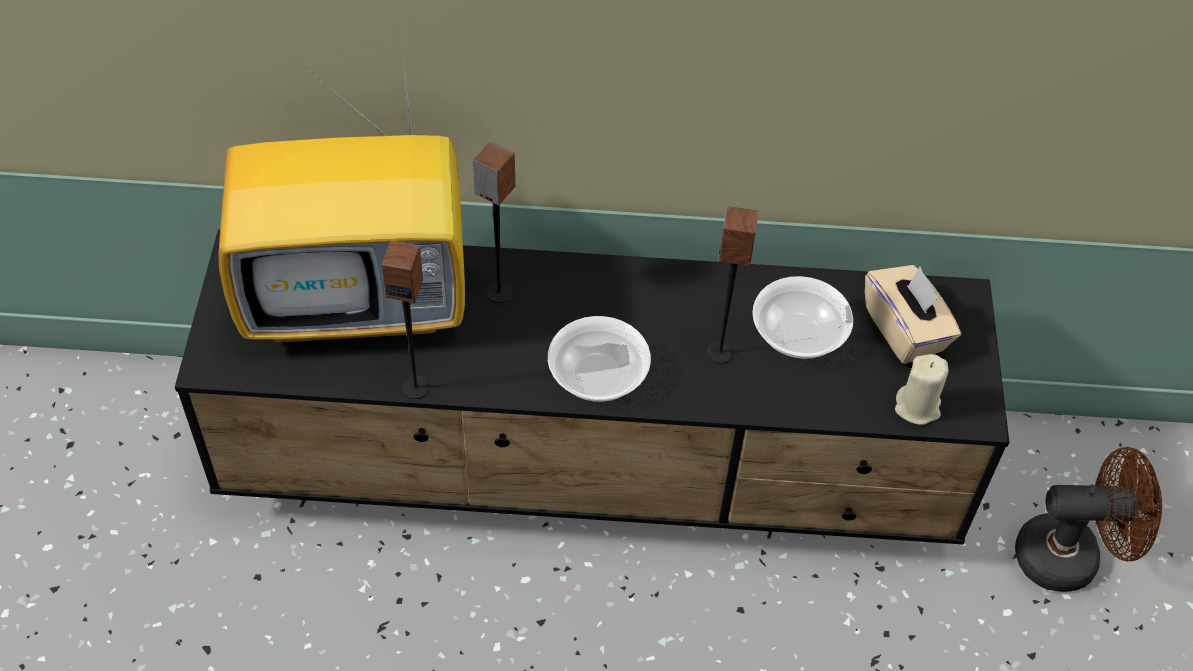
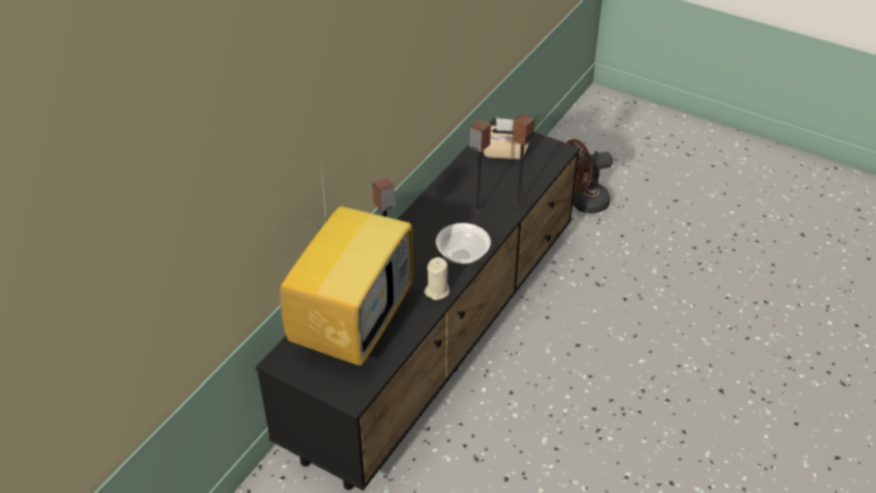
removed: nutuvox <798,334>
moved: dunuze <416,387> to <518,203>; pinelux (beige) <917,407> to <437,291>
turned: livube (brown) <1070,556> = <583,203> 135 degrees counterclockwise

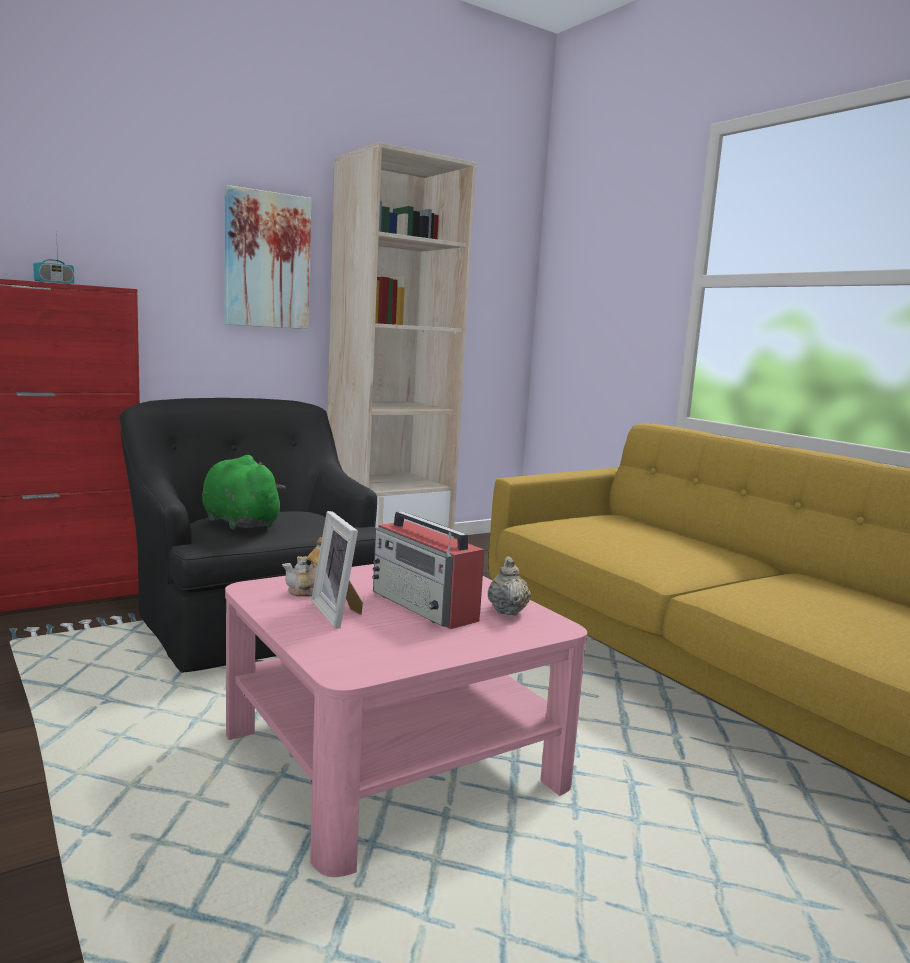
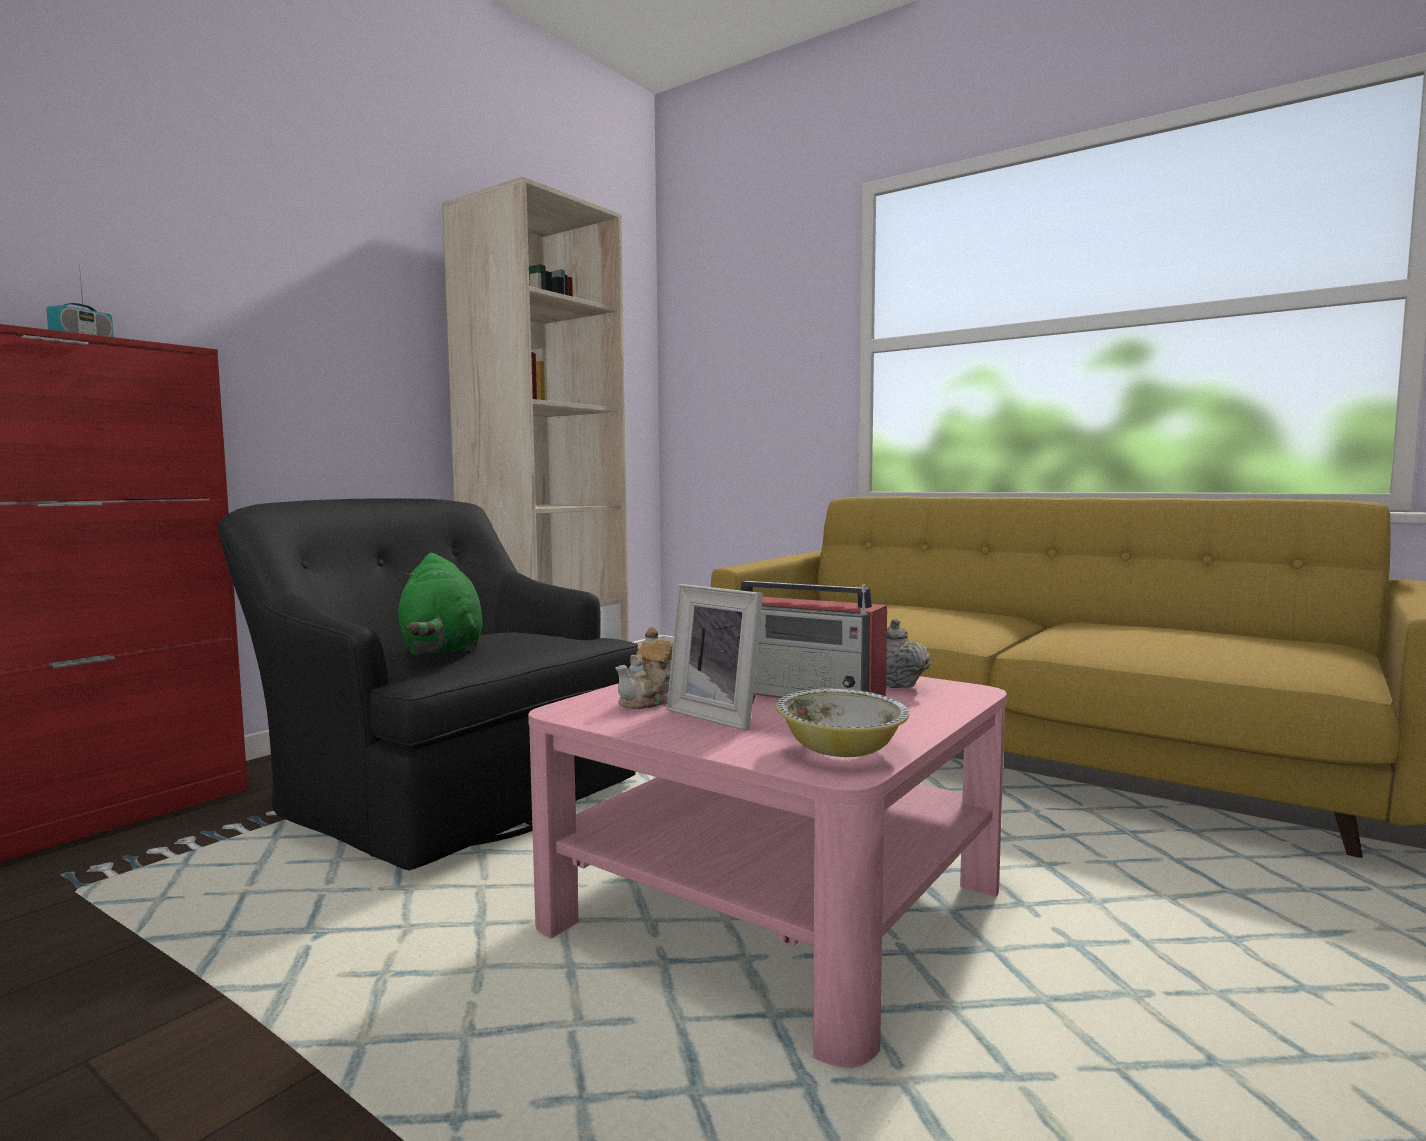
removed: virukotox <267,260>
added: nutuvox <841,750>
turned: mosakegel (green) <238,522> = <442,649> 135 degrees counterclockwise

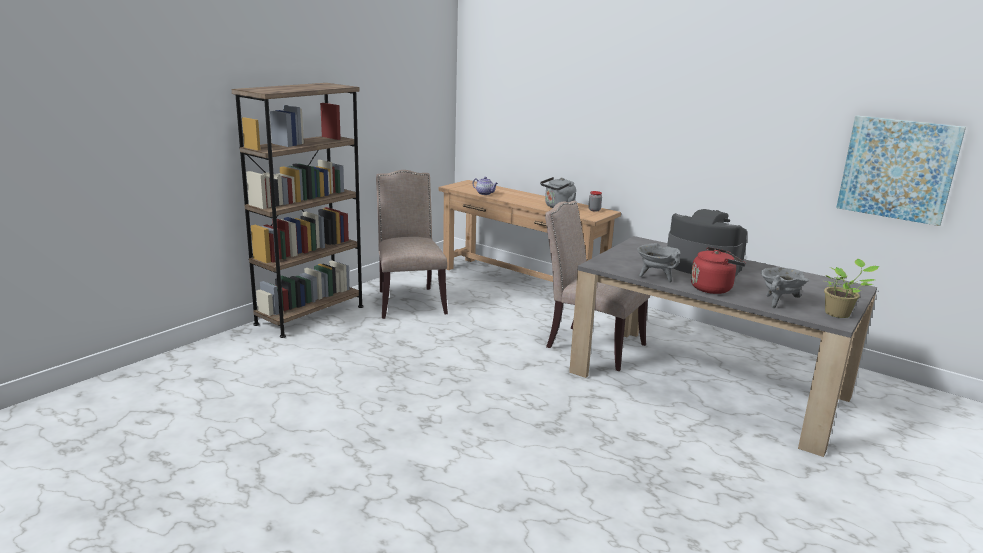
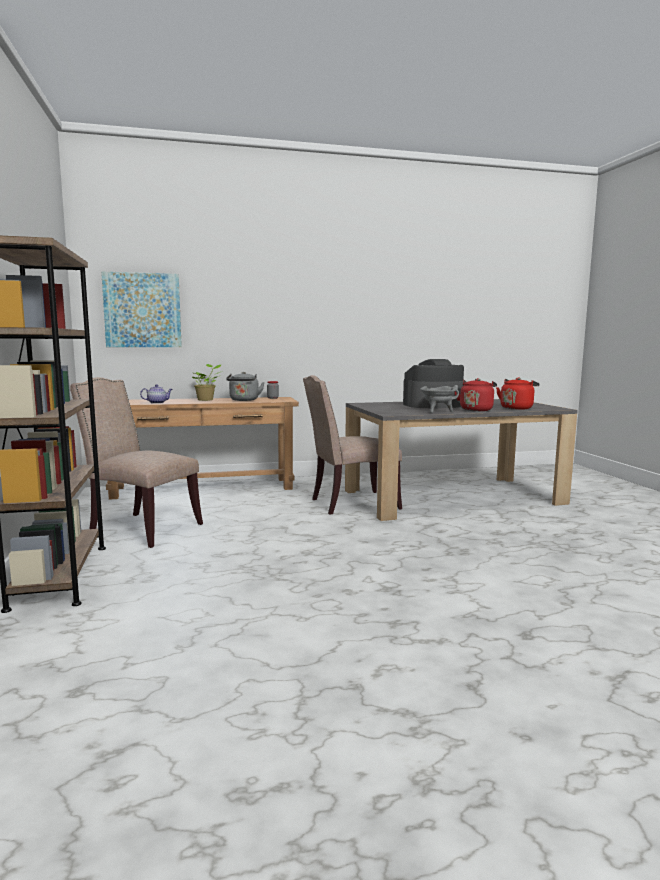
moved: virukotox <898,169> to <142,310>; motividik <839,314> to <206,399>
replaced: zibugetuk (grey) <778,302> to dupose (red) <517,408>

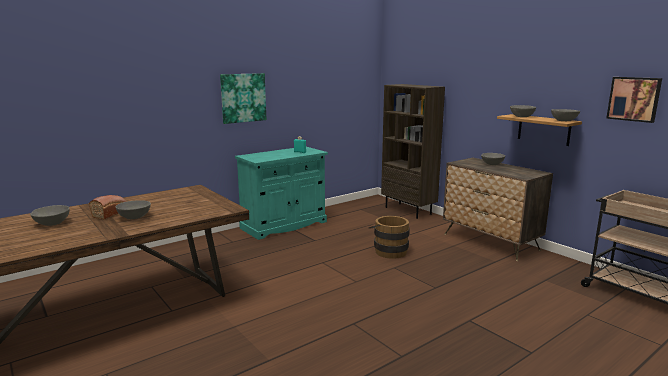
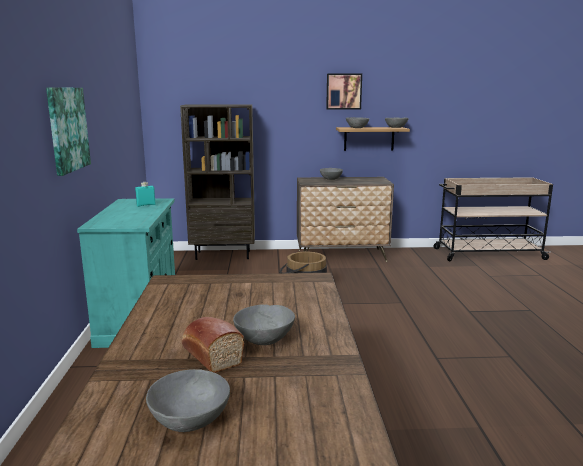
moved: virukotox <634,99> to <343,91>

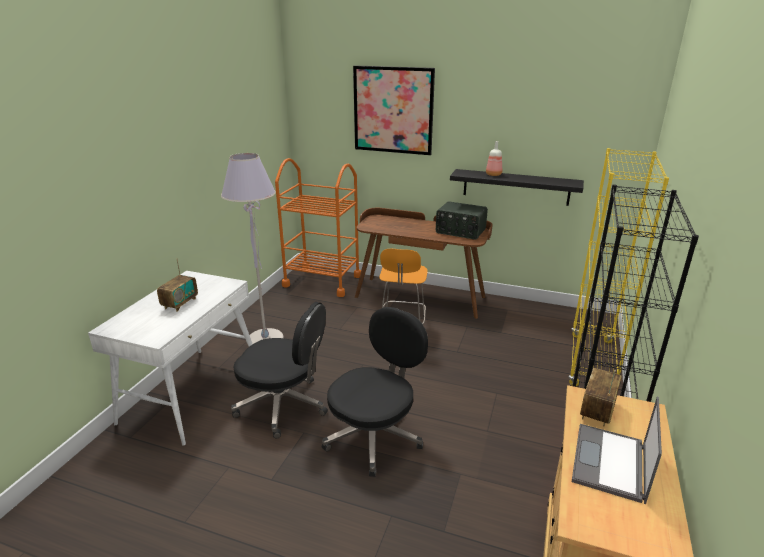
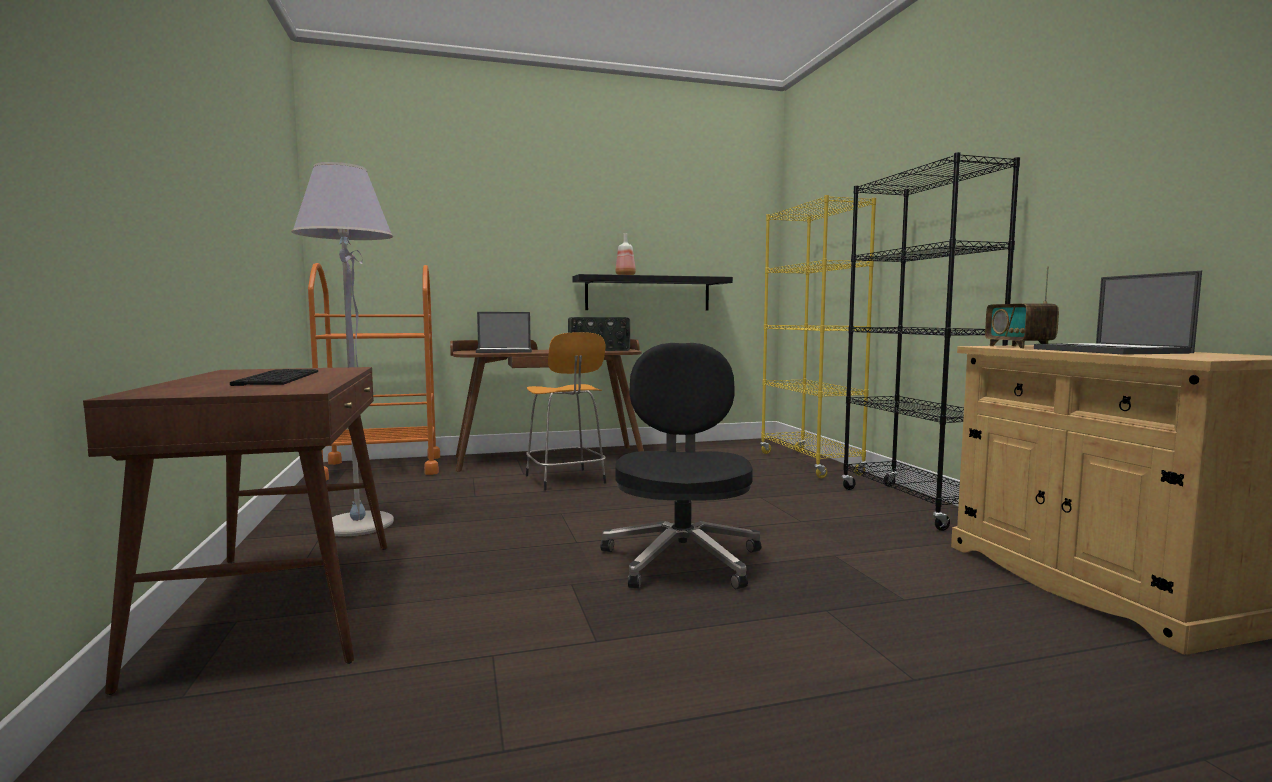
removed: virukotox <393,110>; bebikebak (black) <284,405>
added: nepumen <505,351>
replaced: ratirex <180,303> to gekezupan <276,378>
recoloured: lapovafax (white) <192,392> to lapovafax (brown) <279,604>

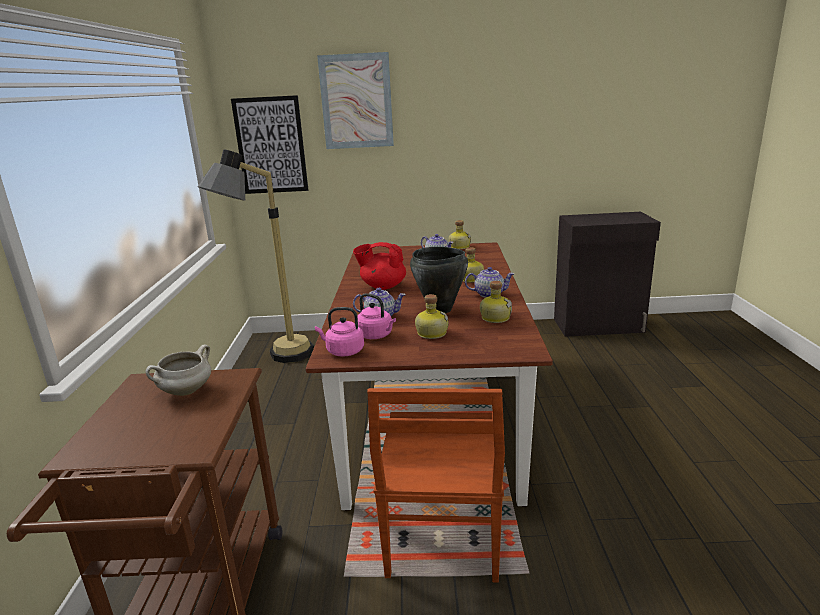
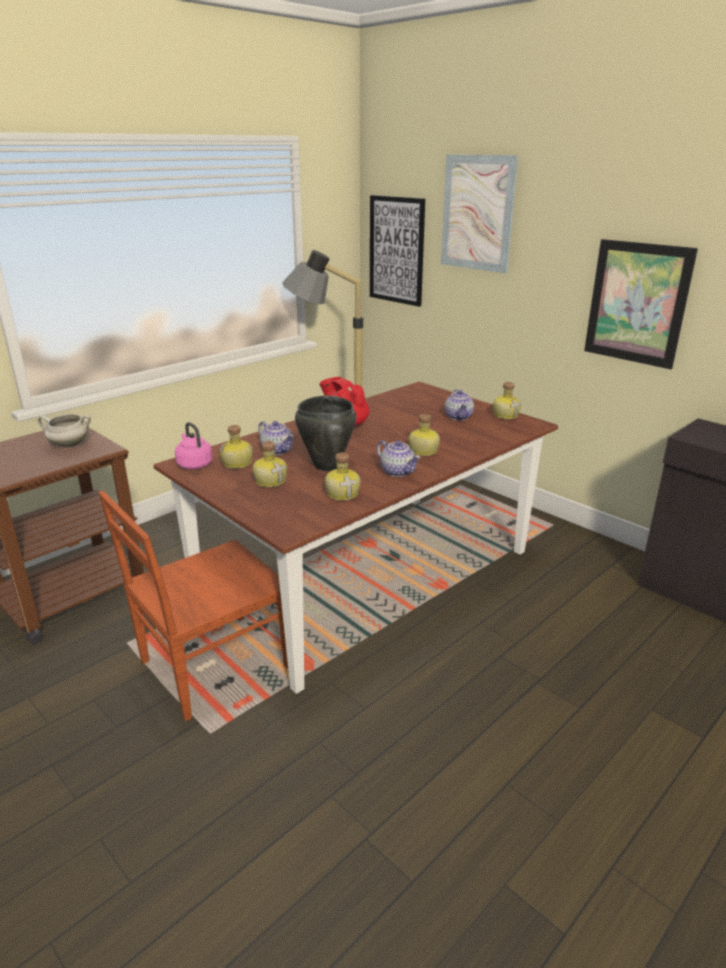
added: virukotox <637,303>
replaced: dupose (pink) <376,335> to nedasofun <238,463>

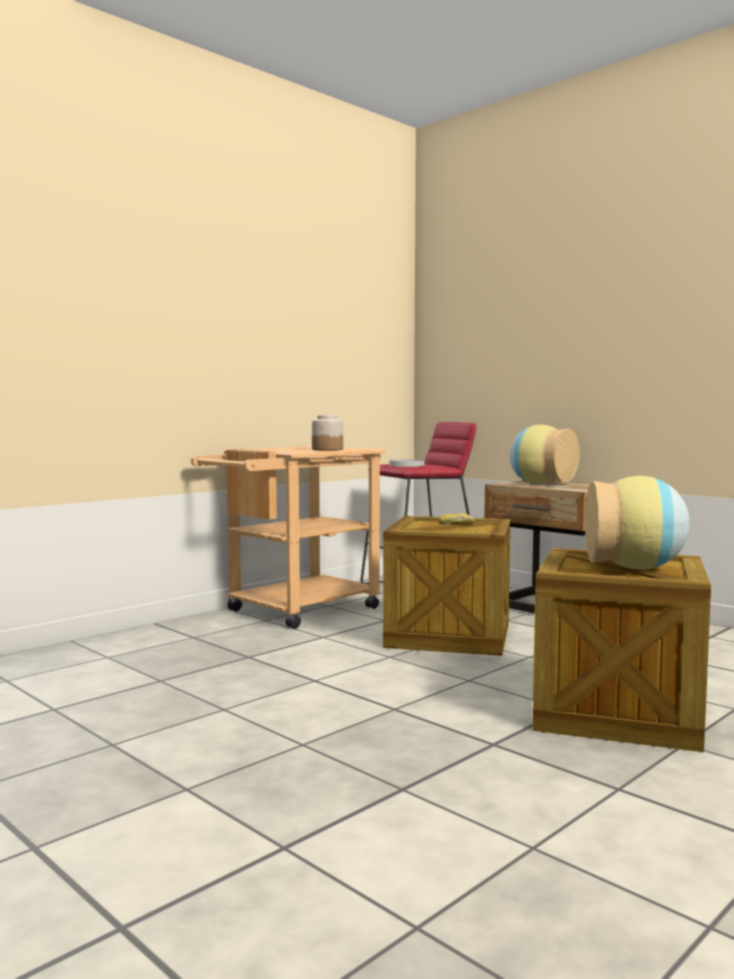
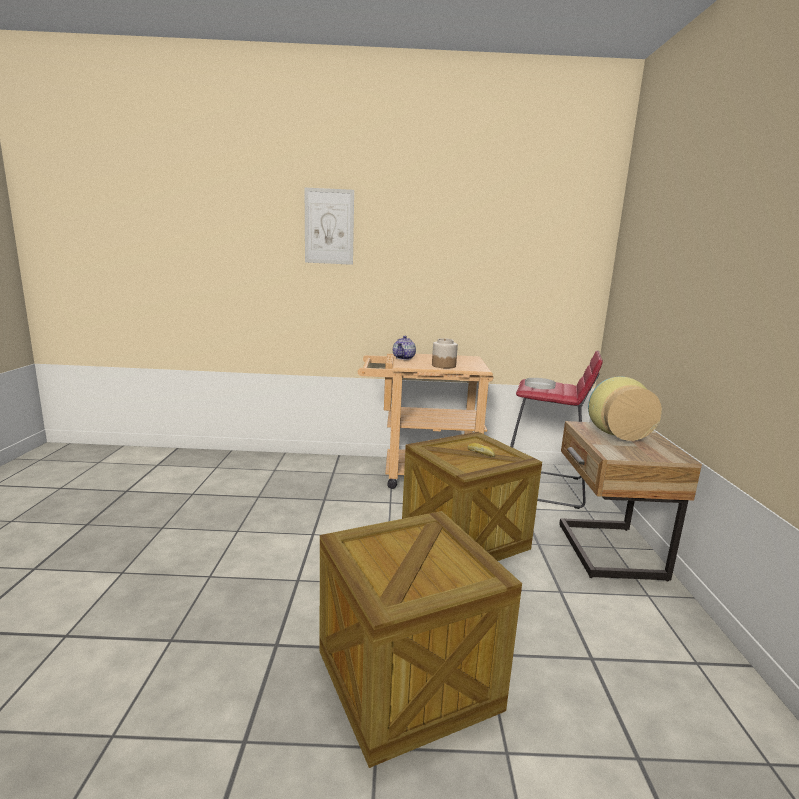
removed: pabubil <635,568>
added: virukotox <329,226>; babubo <404,358>

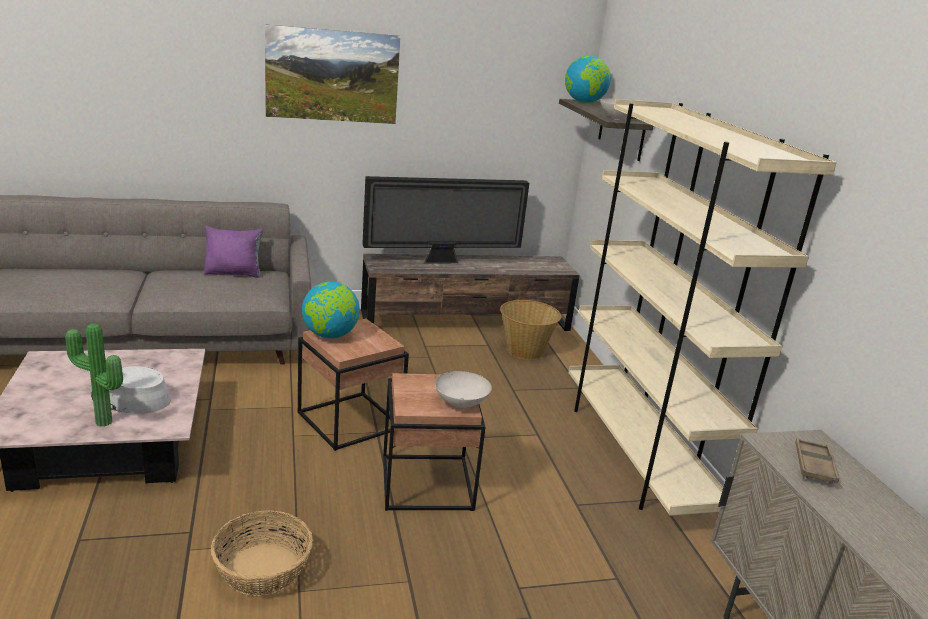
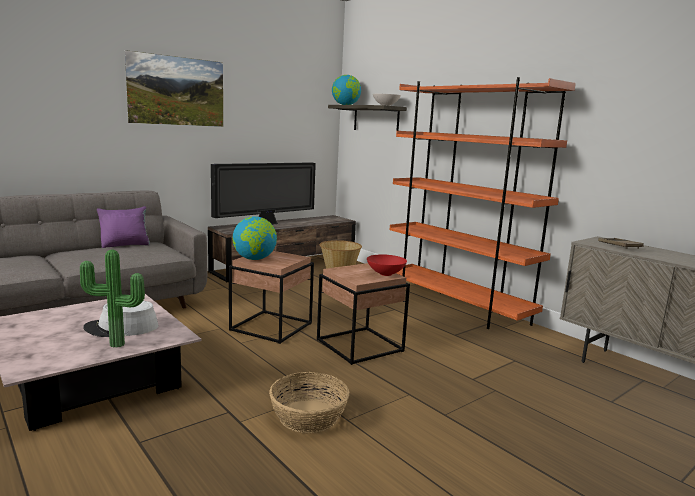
recoloured: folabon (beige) <636,454> to folabon (orange) <456,306>; nutuvox (white) <461,403> to nutuvox (red) <385,274>

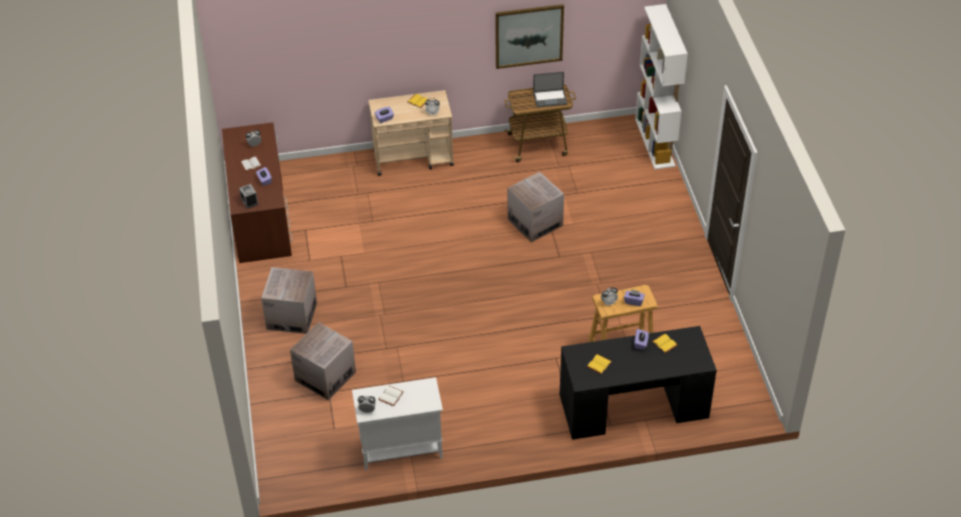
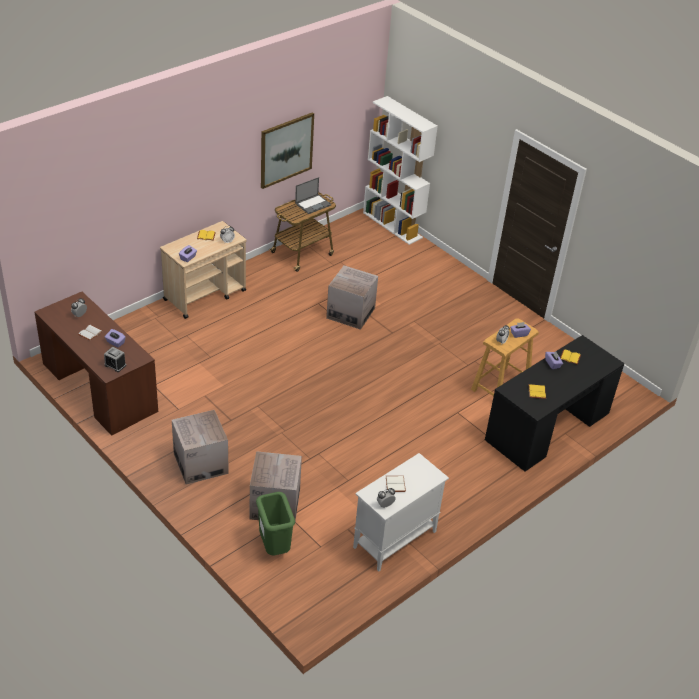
added: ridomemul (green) <275,547>

